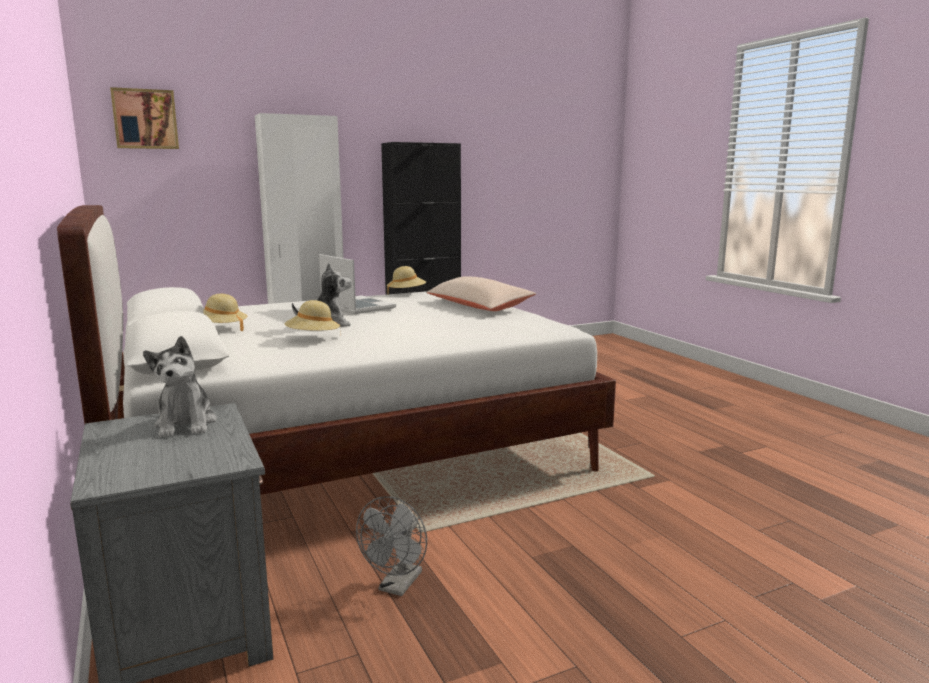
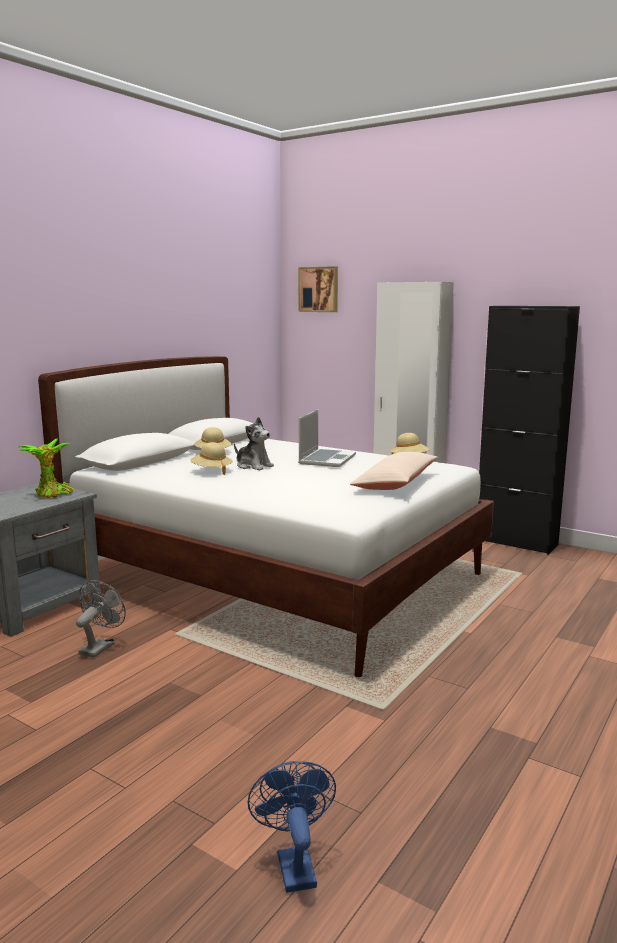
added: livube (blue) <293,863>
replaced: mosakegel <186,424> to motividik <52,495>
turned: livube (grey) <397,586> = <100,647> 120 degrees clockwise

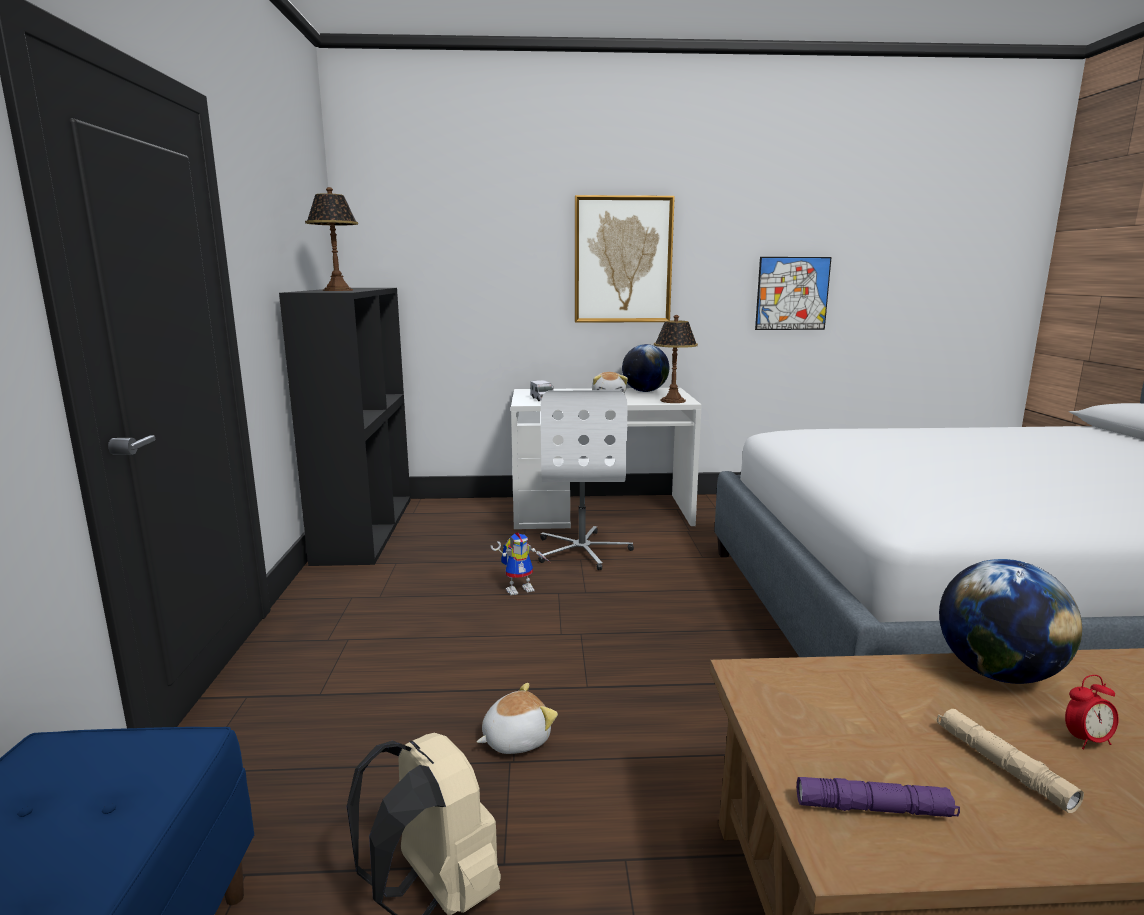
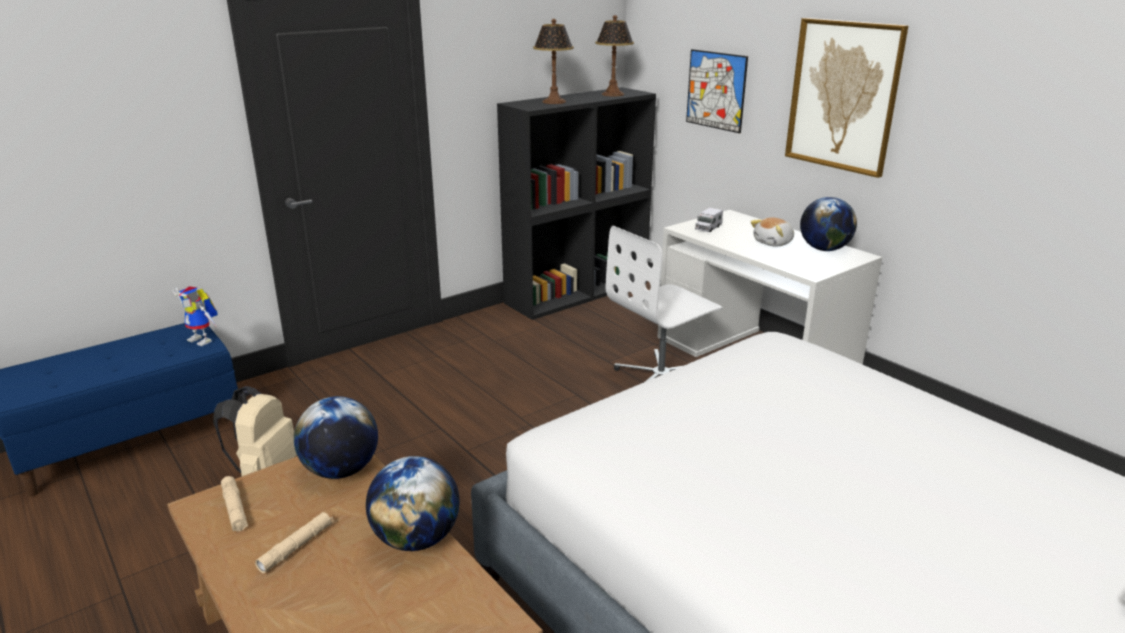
removed: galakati <1086,740>; mosakegel <515,739>
added: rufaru <341,470>
moved: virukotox <792,293> to <716,90>; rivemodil <673,400> to <613,94>; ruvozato <521,588> to <204,340>
recoloured: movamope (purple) <874,808> to movamope (beige) <235,509>

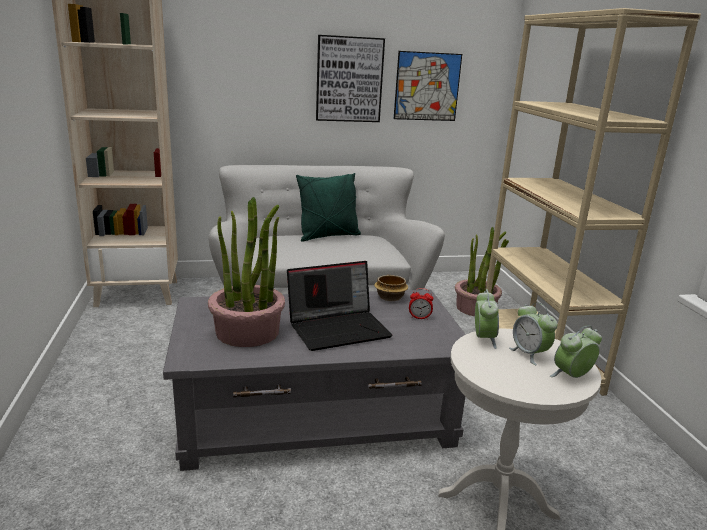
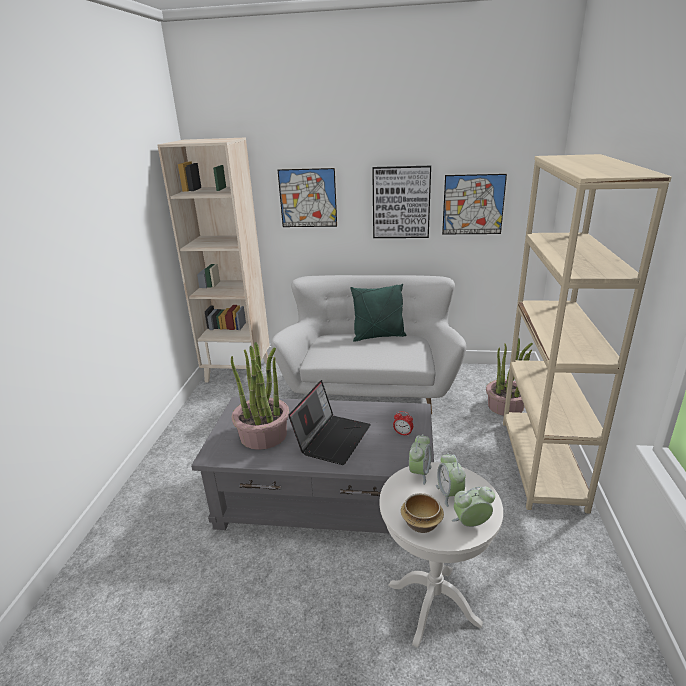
added: virukotox <308,198>
moved: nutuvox <389,298> to <420,524>
turned: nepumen <339,328> = <332,438> 60 degrees counterclockwise

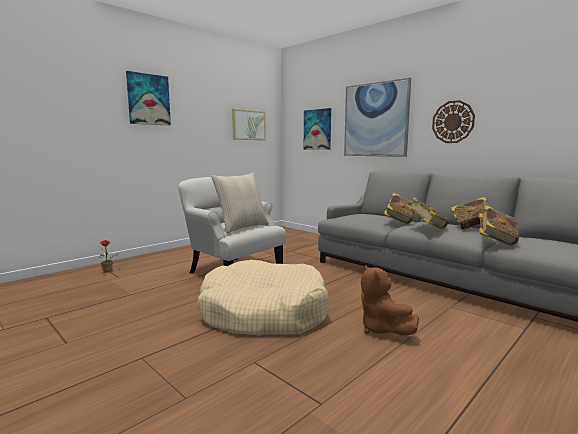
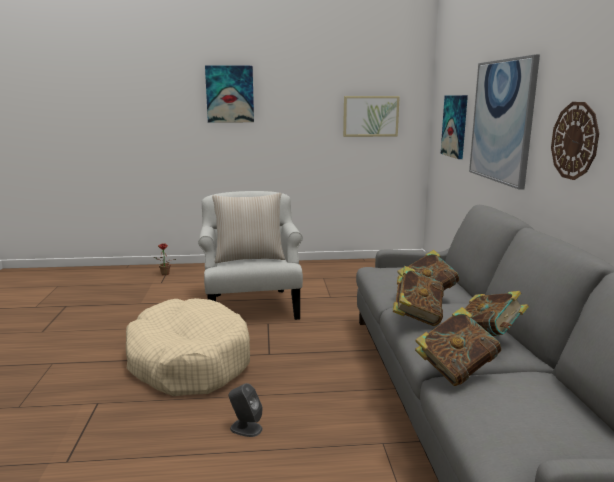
replaced: mosakegel (brown) <382,329> to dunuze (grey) <245,428>

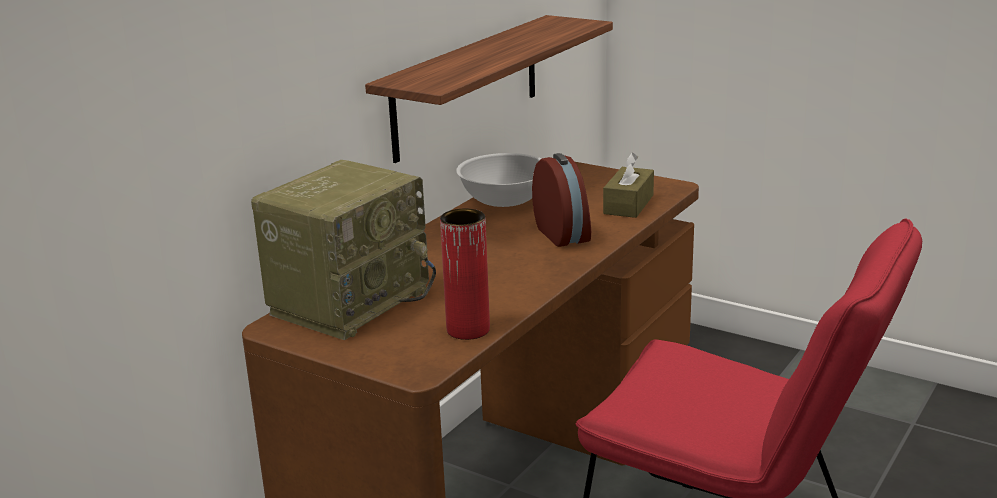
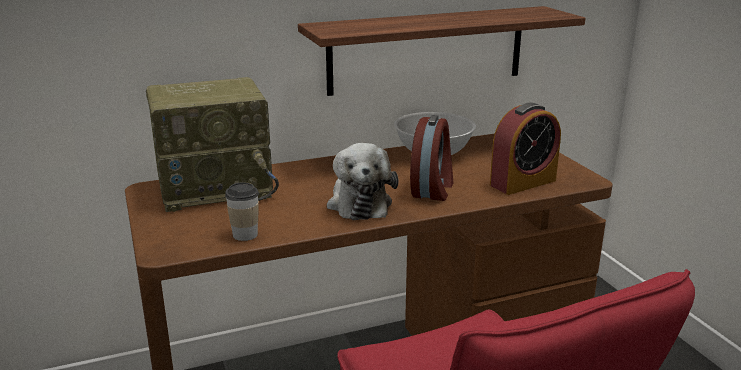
added: mosakegel <359,203>
replaced: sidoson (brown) <628,204> to galakati <523,182>; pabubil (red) <468,330> to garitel <245,235>

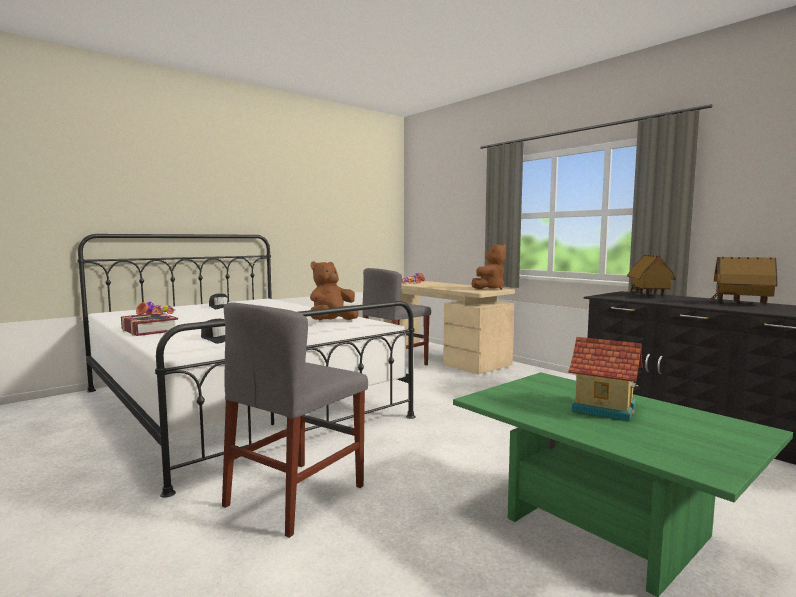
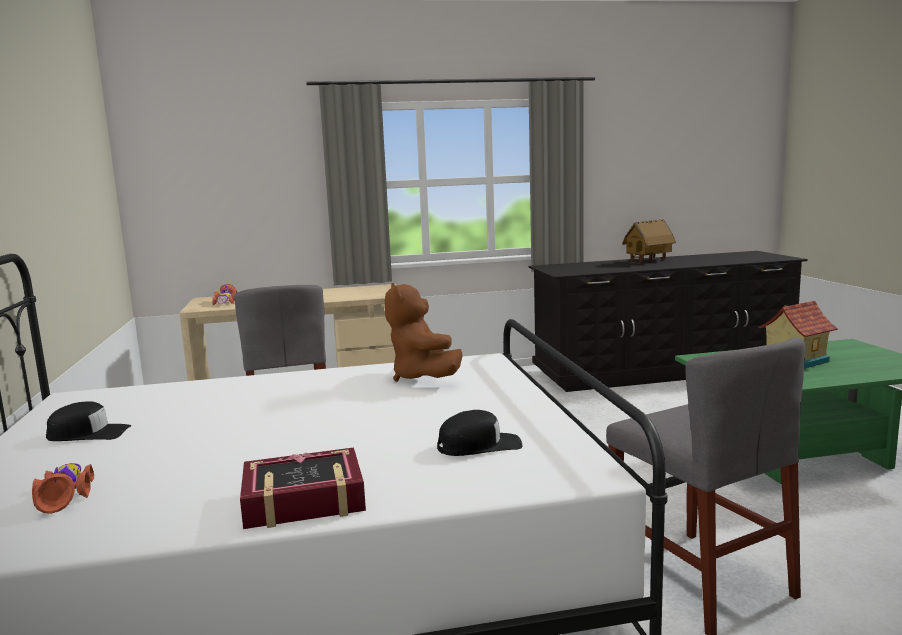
removed: mosakegel (brown) <489,288>; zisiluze <648,295>

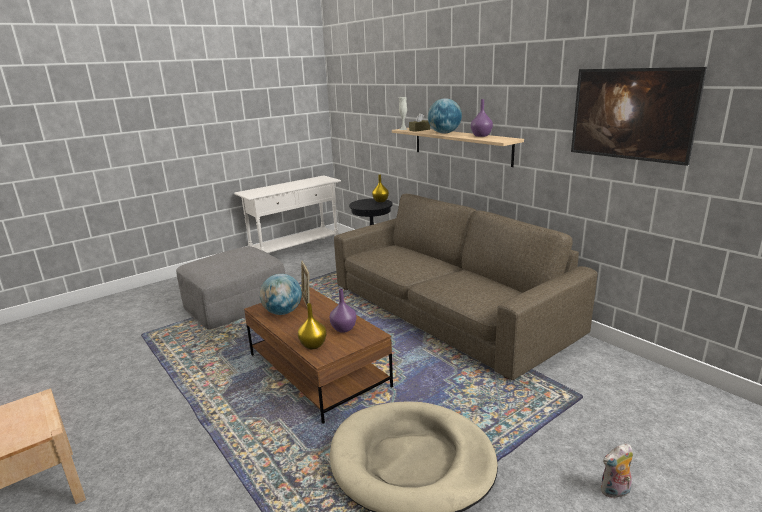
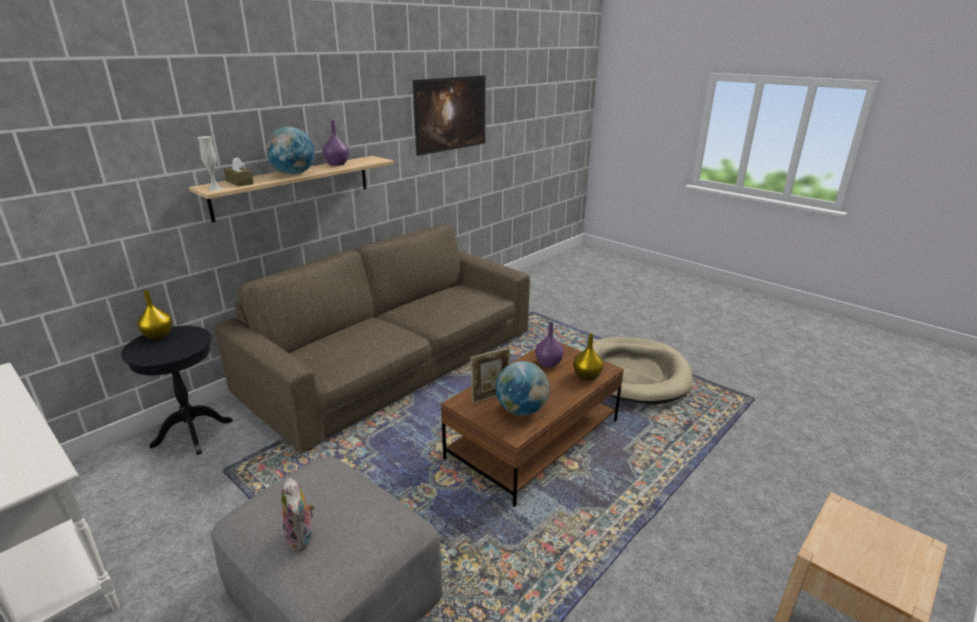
moved: mosakegel <615,492> to <302,538>

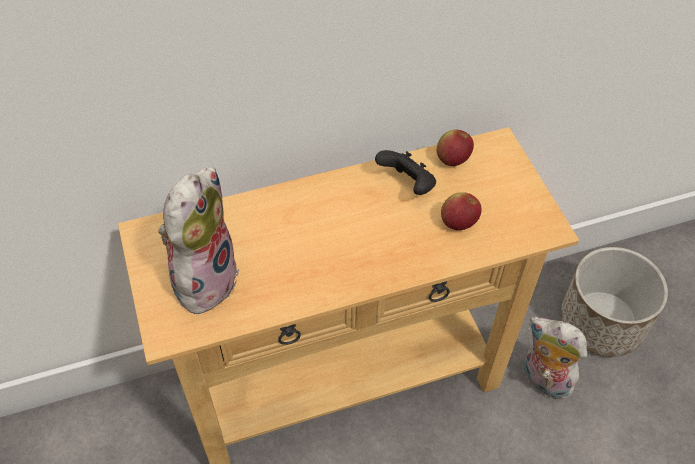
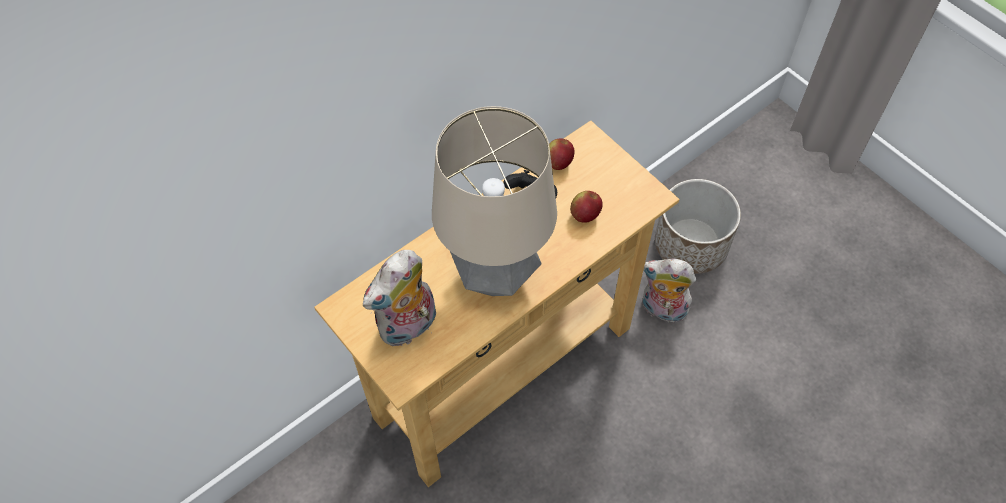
added: rivemodil <496,275>
turned: mosakegel <204,278> = <408,327> 135 degrees counterclockwise

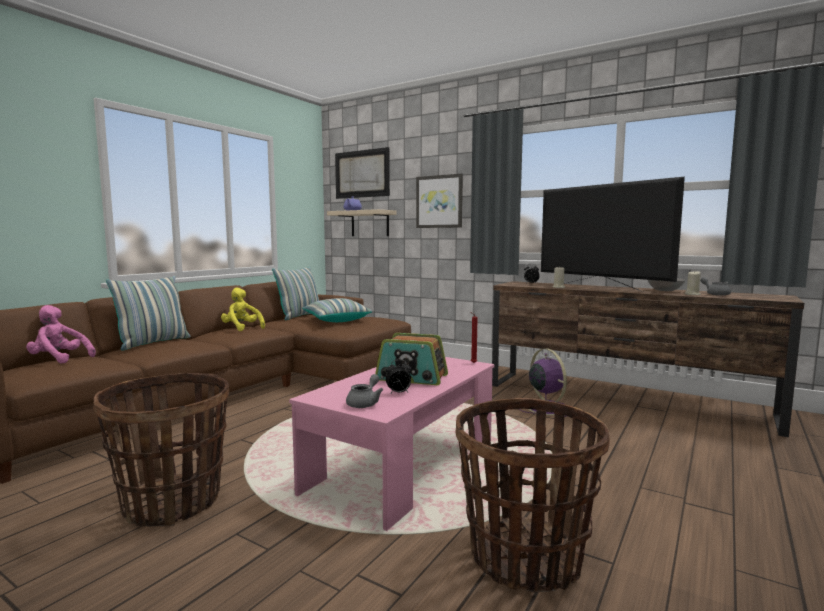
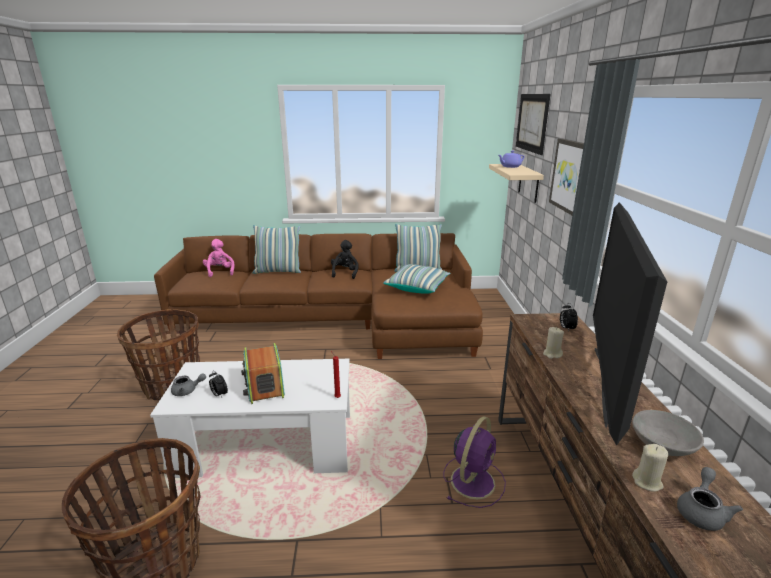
recoloured: mosakegel (yellow) <242,328> to mosakegel (black) <345,273>; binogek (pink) <404,466> to binogek (white) <267,445>

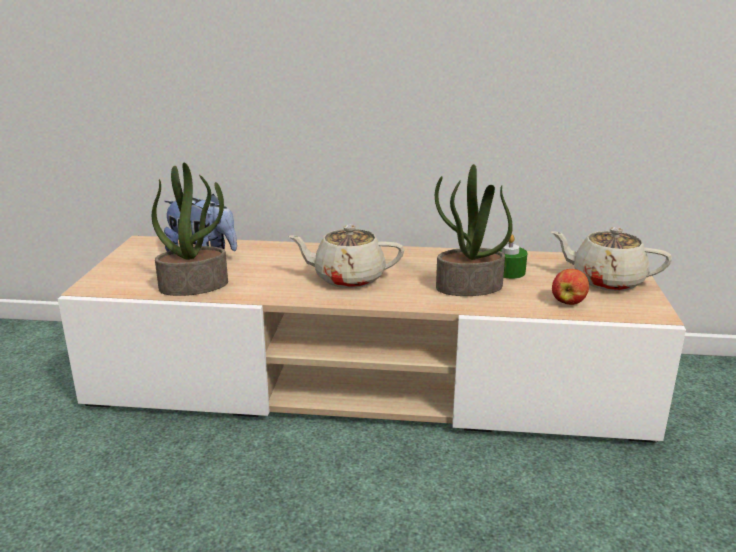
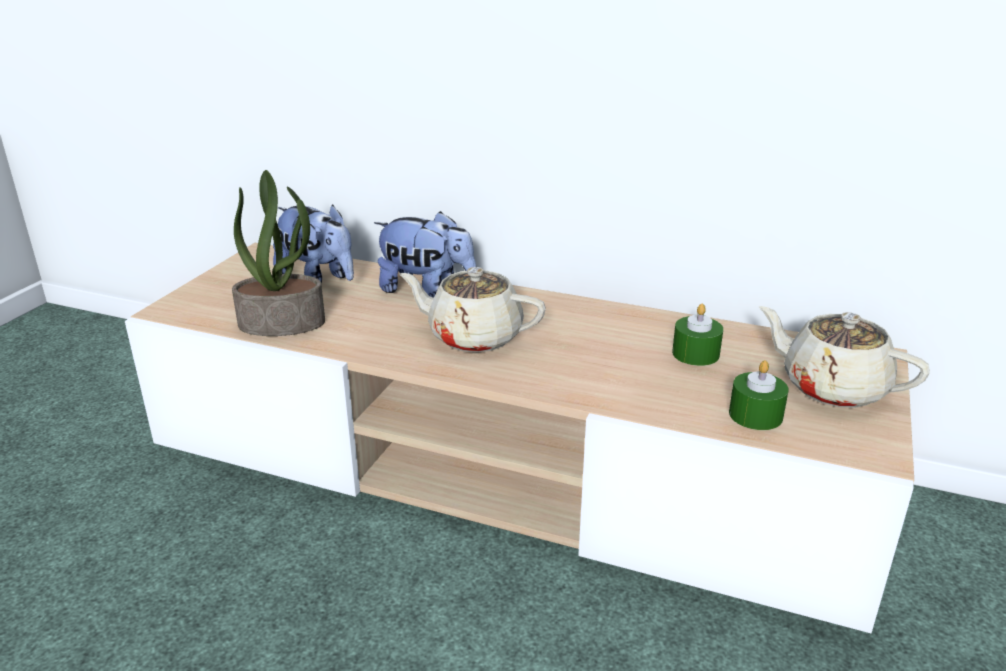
removed: motividik <468,287>
added: mosakegel <427,290>
replaced: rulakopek <568,302> to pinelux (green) <755,415>

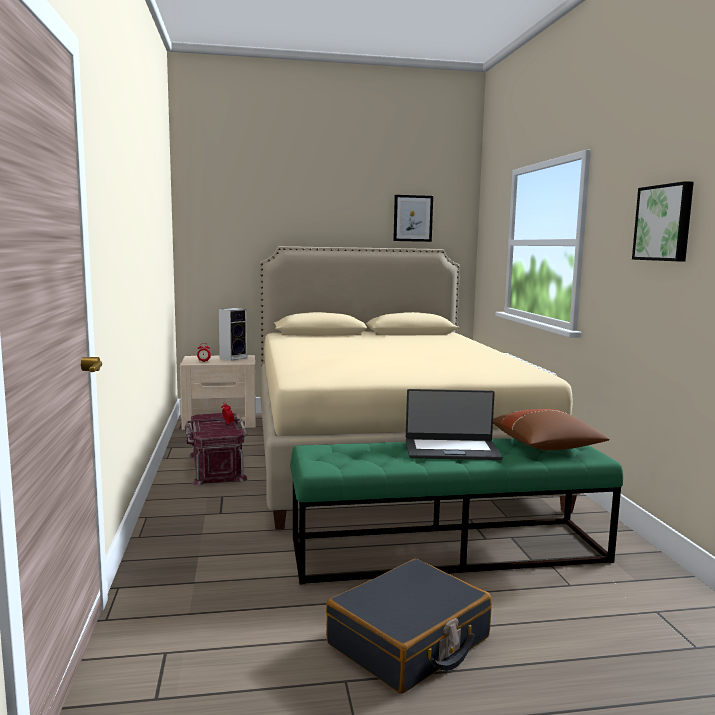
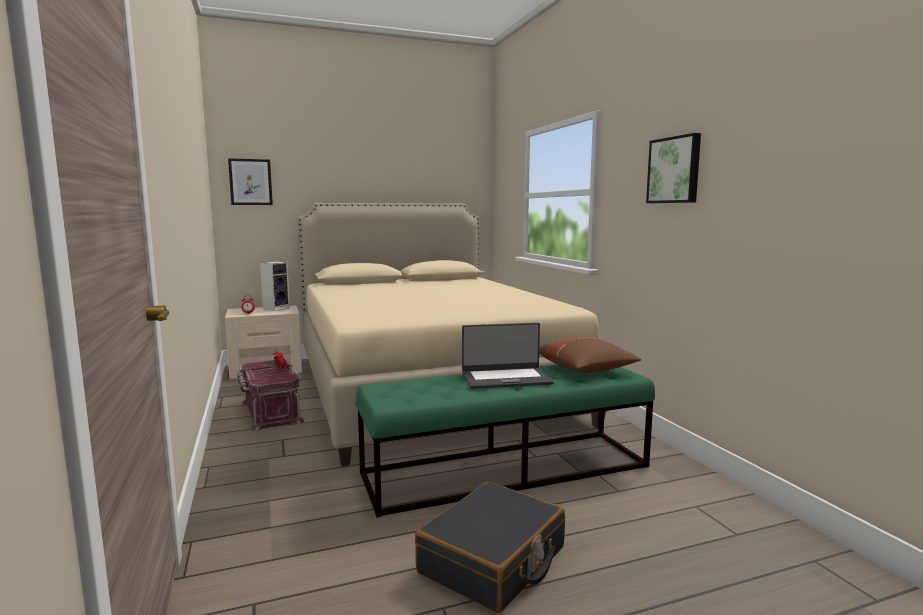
moved: virukotox <413,218> to <250,182>

